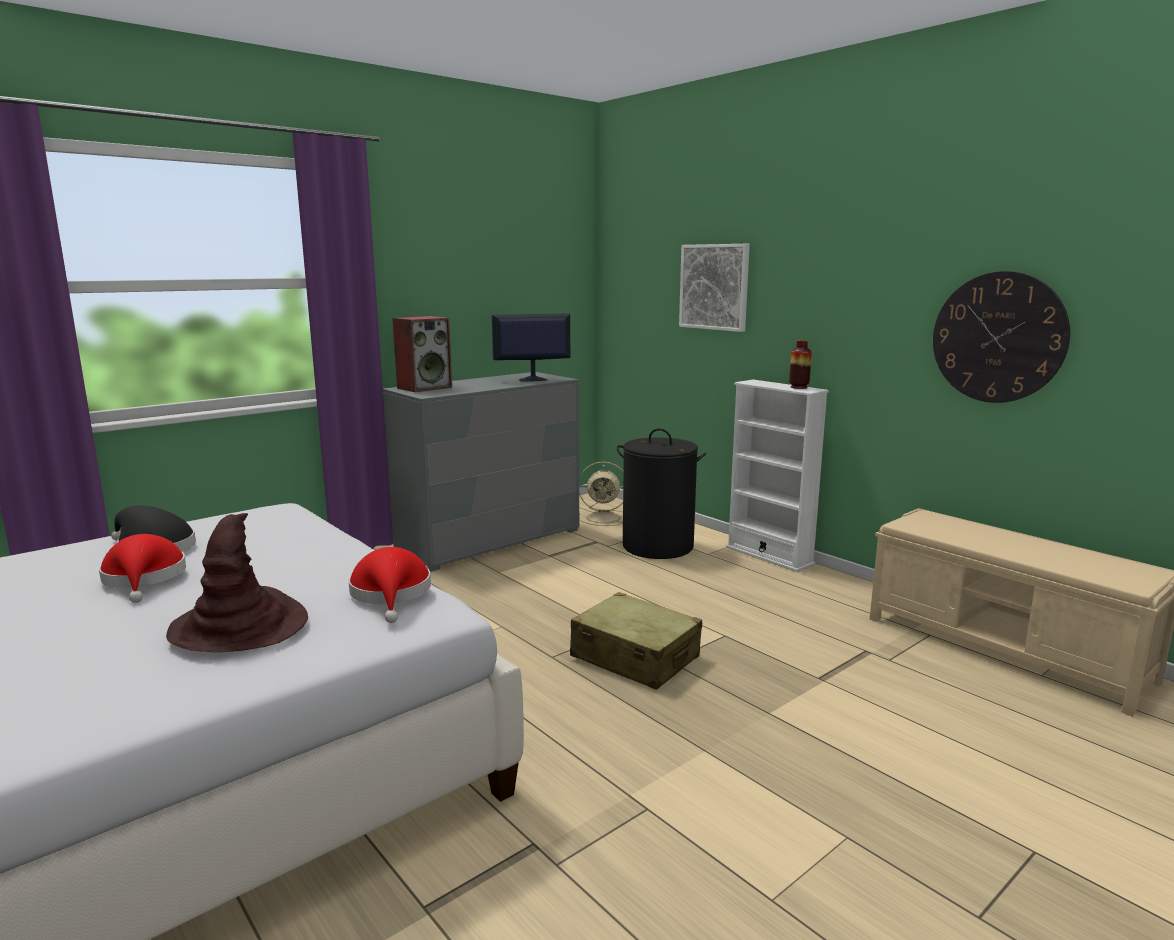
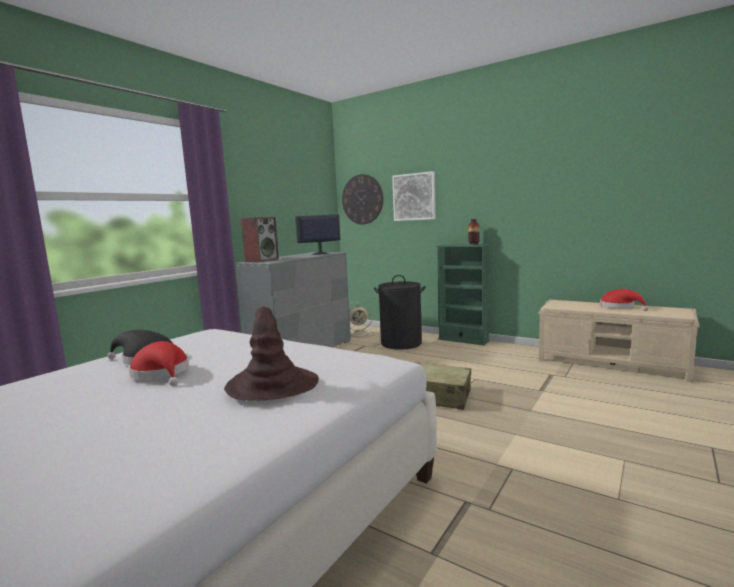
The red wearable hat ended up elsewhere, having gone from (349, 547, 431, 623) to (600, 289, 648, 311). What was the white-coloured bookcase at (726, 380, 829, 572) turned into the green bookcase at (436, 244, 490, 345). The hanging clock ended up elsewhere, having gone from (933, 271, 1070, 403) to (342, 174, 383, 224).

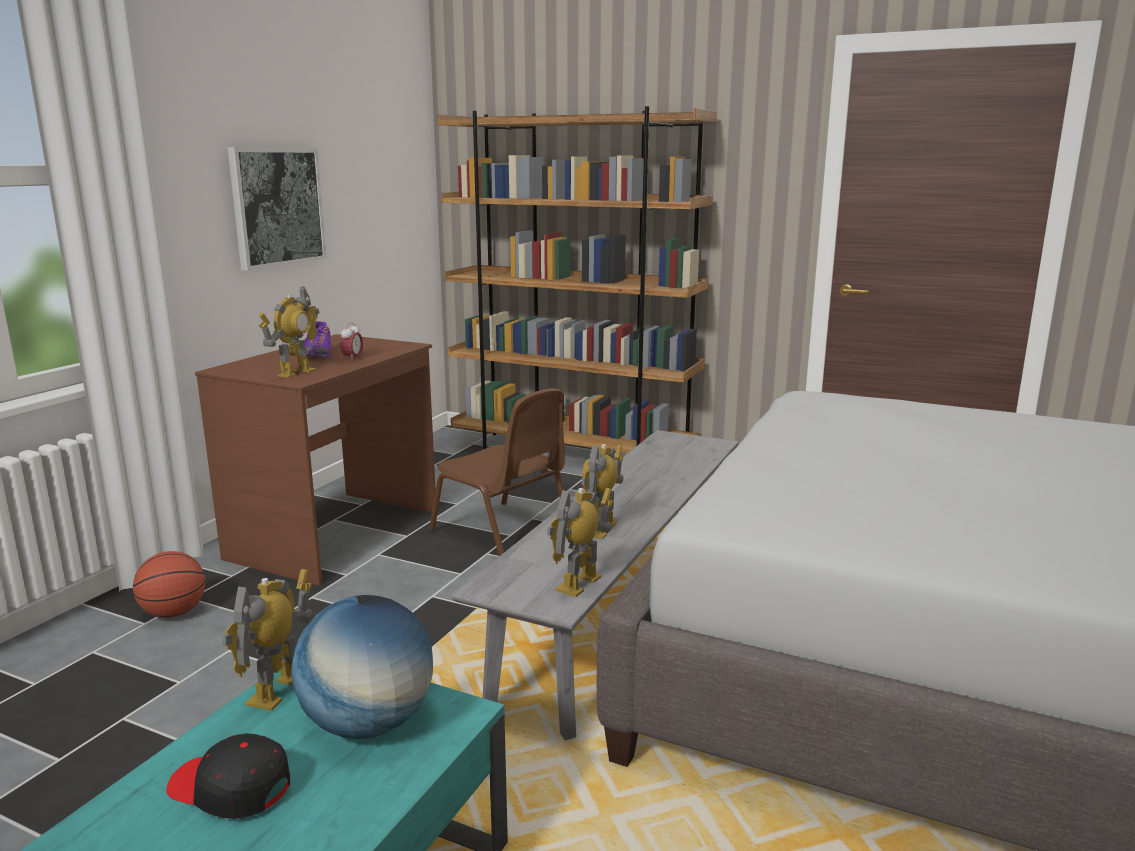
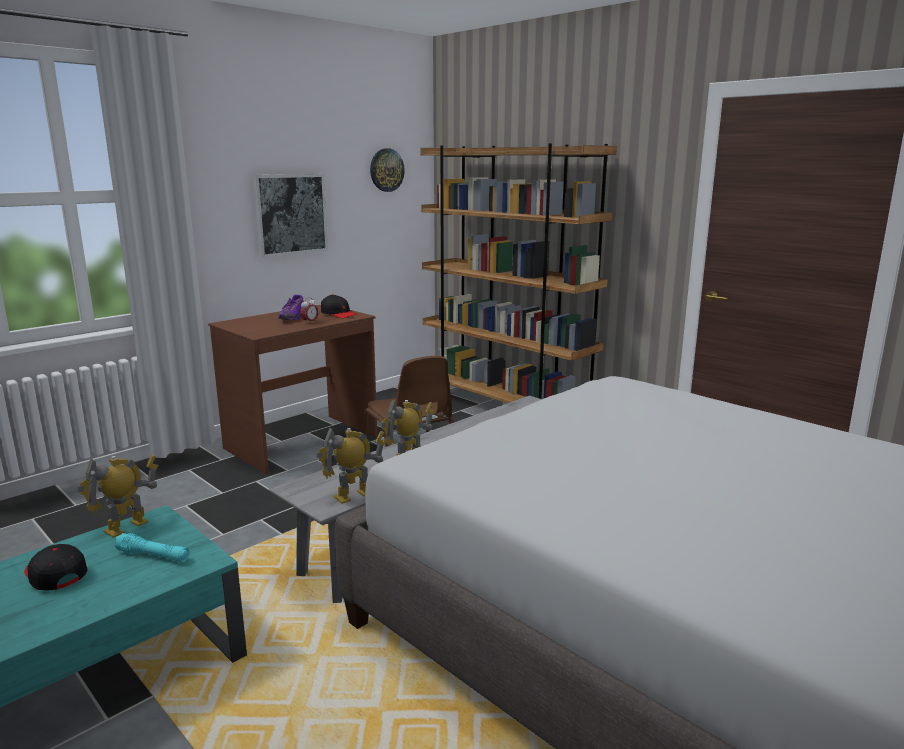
The second view lost the basketball at (133, 551, 205, 618). The second view lost the robot figure at (259, 286, 320, 378). Where the world globe stood at (291, 595, 433, 739), the turquoise-coloured flashlight came to stand at (114, 533, 189, 562). The second view gained the black cap at (321, 294, 357, 318). The second view gained the hanging clock at (370, 148, 405, 192).

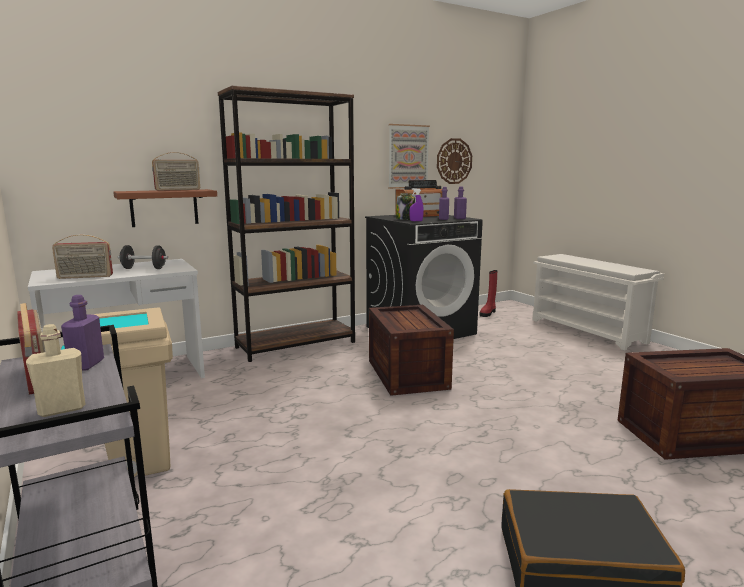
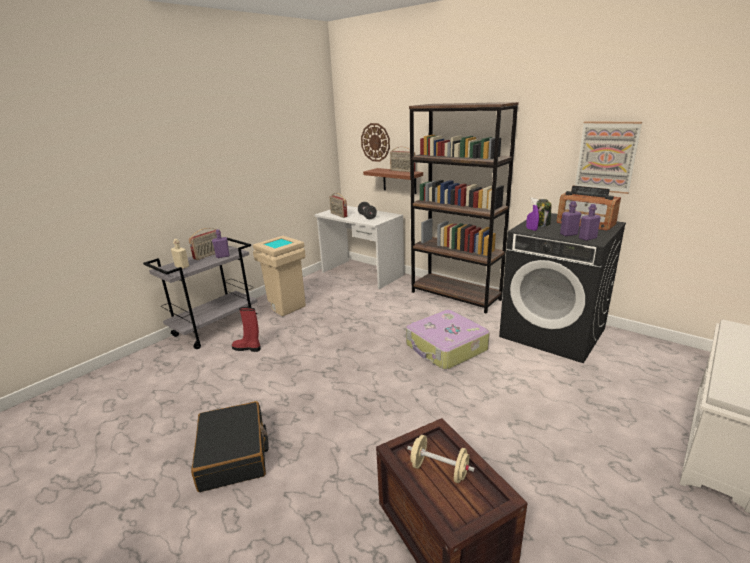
Where the packing crate stood at (369, 305, 454, 396), the piece of luggage came to stand at (406, 310, 490, 370). The hanging clock ended up elsewhere, having gone from (437, 138, 472, 184) to (361, 123, 390, 162). The red high-top boot ended up elsewhere, having gone from (480, 270, 498, 317) to (232, 307, 261, 352). The second view gained the beige-coloured dumbbell at (407, 435, 475, 484).

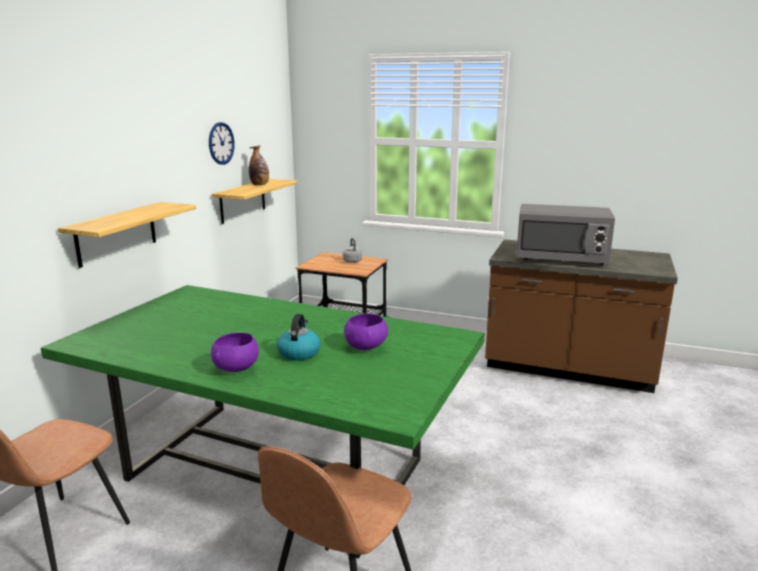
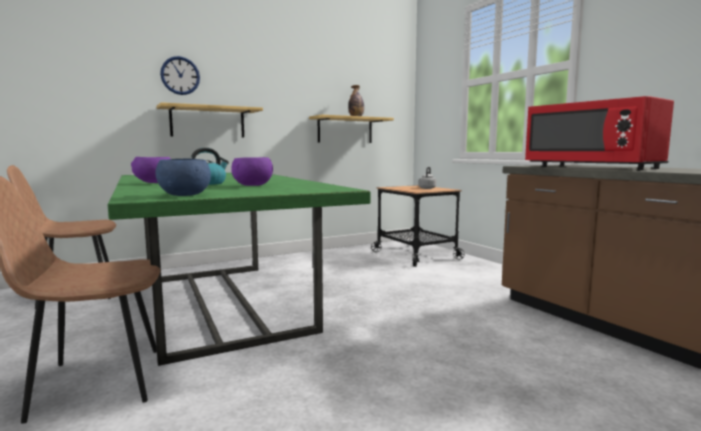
The hanging clock ended up elsewhere, having gone from (209, 122, 235, 165) to (160, 56, 200, 95). What was the grey microwave oven at (516, 204, 615, 265) turned into the red microwave oven at (525, 96, 674, 170). The second view gained the bluish deep dish at (155, 159, 211, 196).

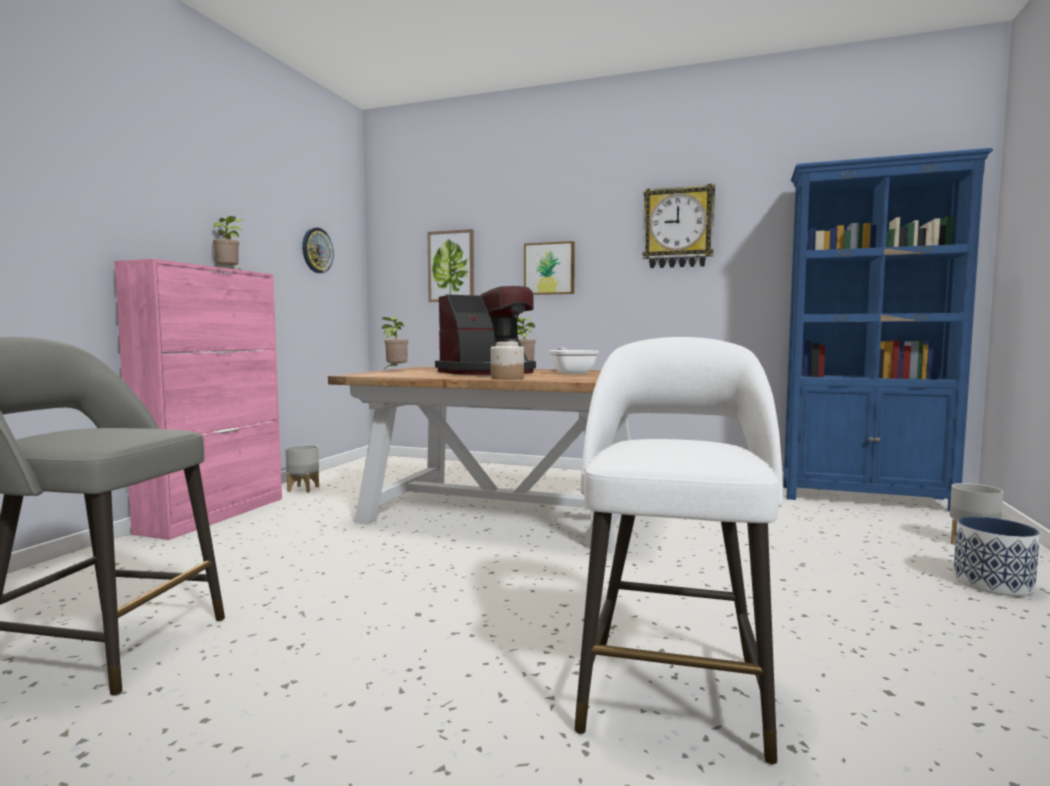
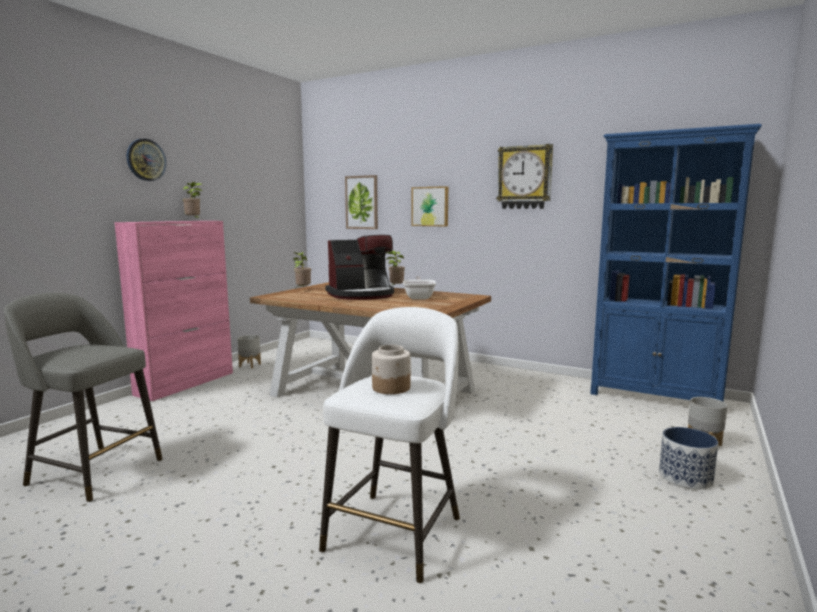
The hanging clock ended up elsewhere, having gone from (302, 228, 334, 273) to (127, 138, 166, 181). The jar ended up elsewhere, having gone from (491, 342, 524, 379) to (372, 345, 410, 394).

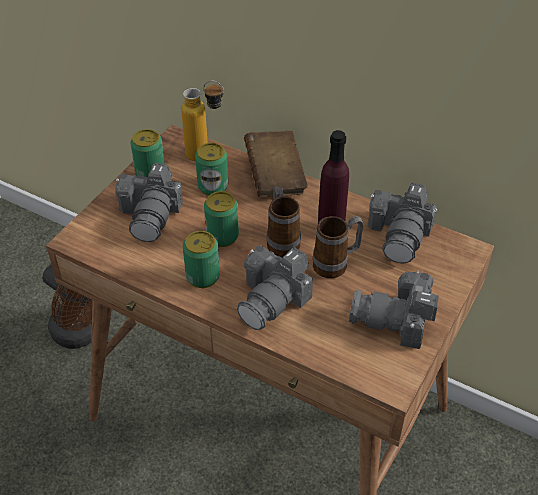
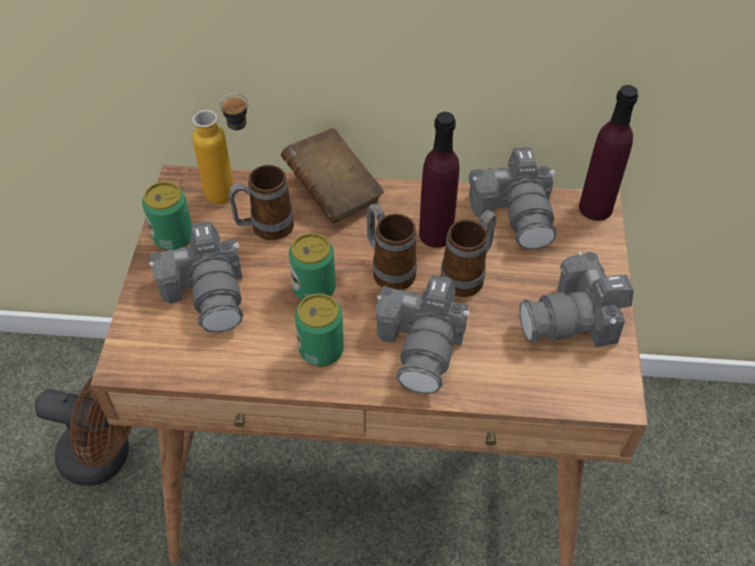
Where the sealed can stood at (195, 143, 228, 196), the tea mug came to stand at (228, 165, 294, 240). The second view gained the purplish beverage bottle at (579, 85, 638, 221).

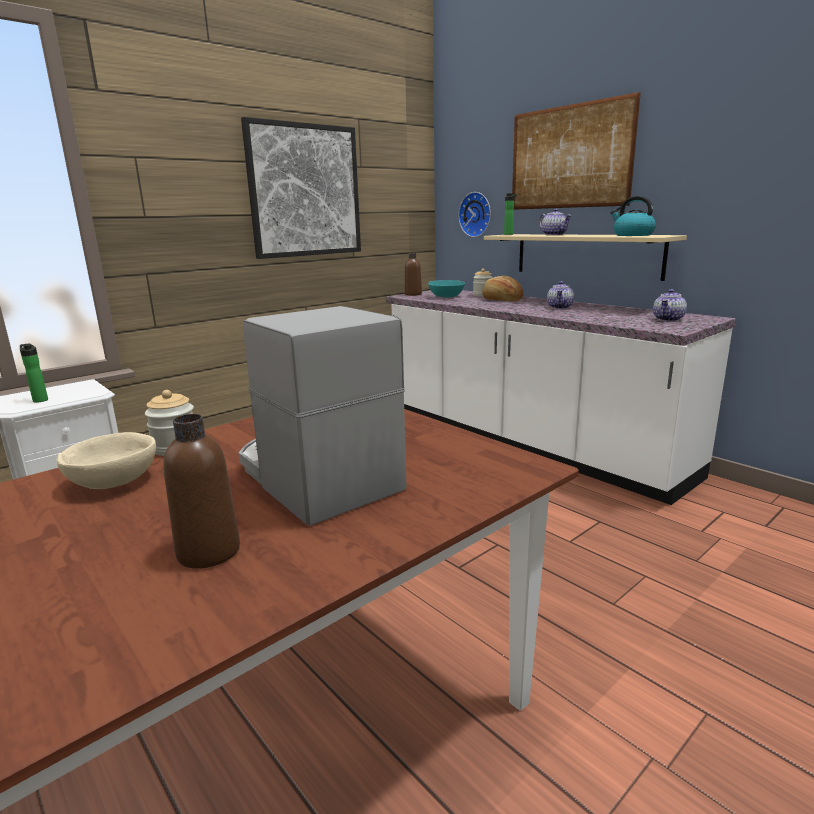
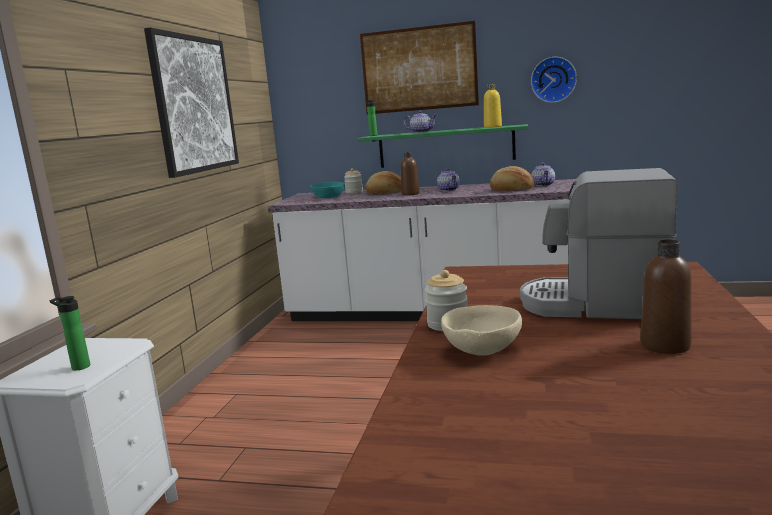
The brown beverage bottle ended up elsewhere, having gone from (405, 253, 422, 296) to (401, 152, 419, 196). The hanging clock ended up elsewhere, having gone from (458, 192, 491, 237) to (531, 57, 577, 103). What was the beige-coloured shelf at (484, 234, 687, 281) turned into the green shelf at (357, 124, 528, 168). Where the tea kettle stood at (610, 196, 656, 236), the yellow beverage bottle came to stand at (484, 84, 502, 128). The second view gained the bakery bread at (490, 166, 534, 191).

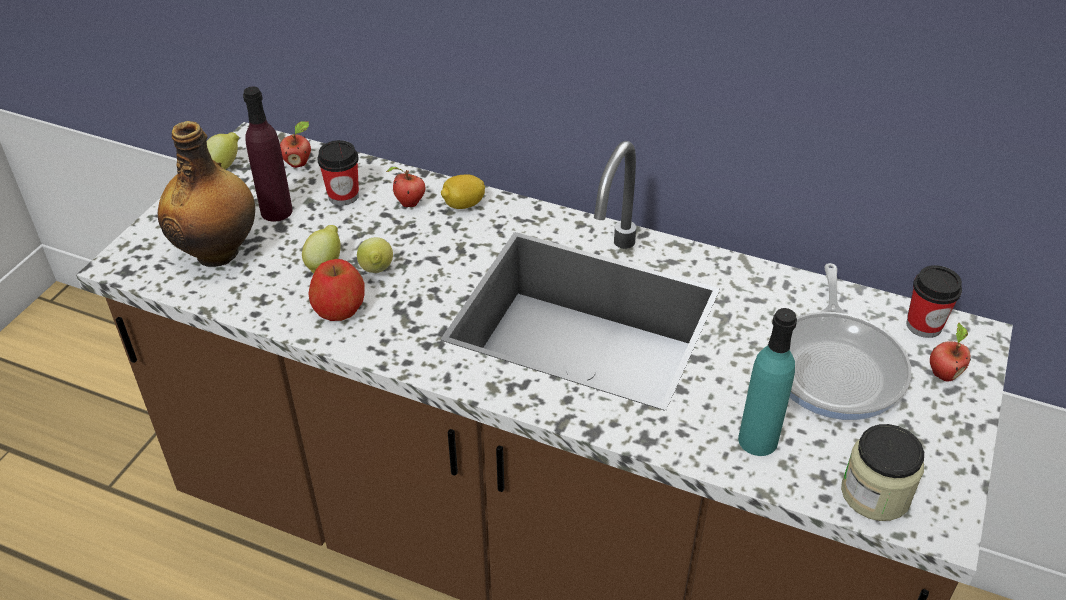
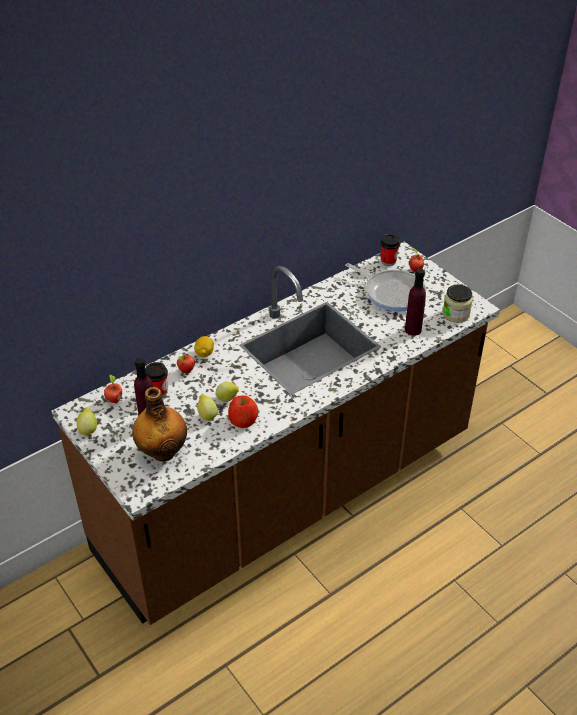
What was the turquoise-coloured beverage bottle at (738, 308, 797, 456) turned into the purplish beverage bottle at (405, 269, 426, 336).

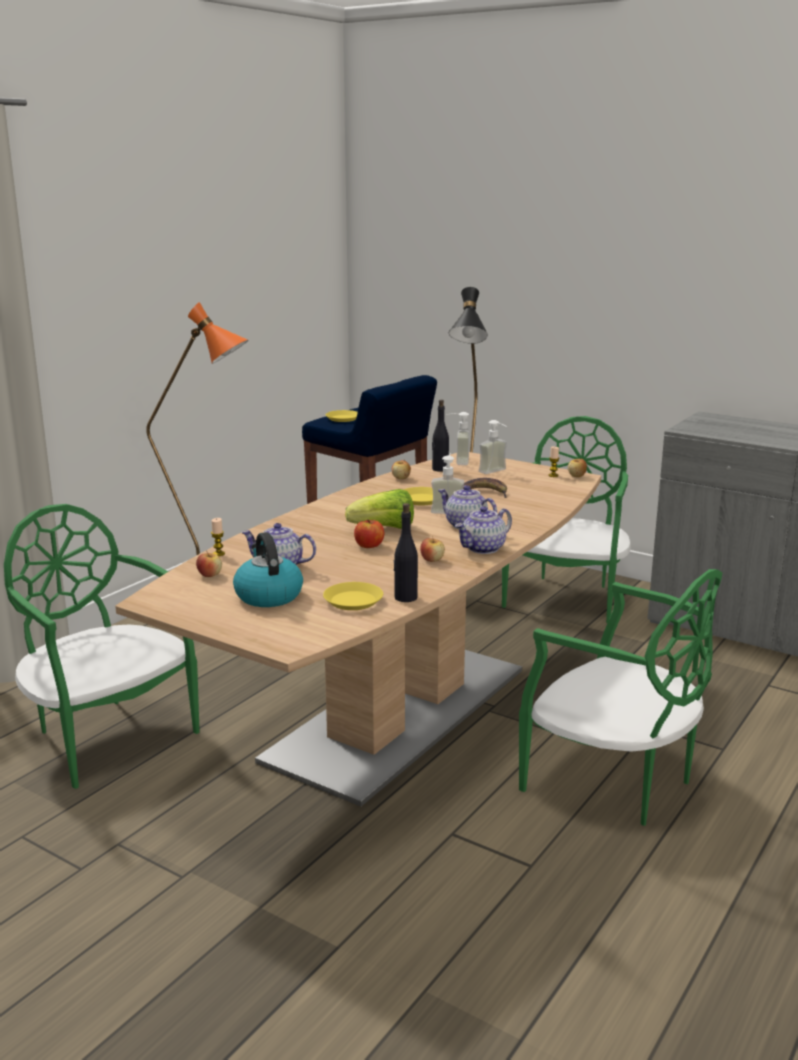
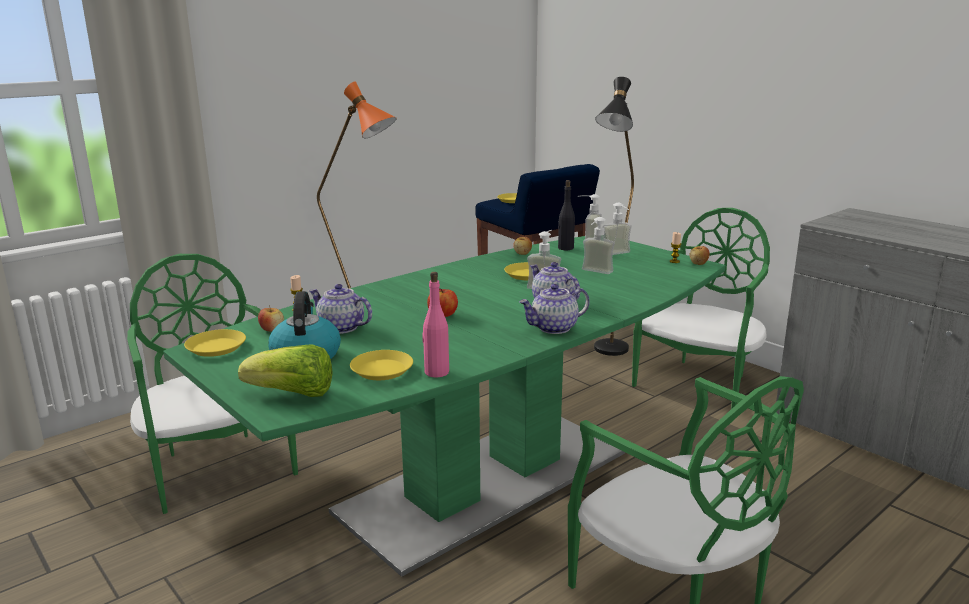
What was the brown kitchen table at (115, 452, 601, 807) turned into the green kitchen table at (163, 236, 725, 577). The lettuce ended up elsewhere, having gone from (345, 489, 414, 529) to (238, 345, 333, 397). What was the black beverage bottle at (394, 503, 418, 602) turned into the pinkish beverage bottle at (422, 272, 449, 378). The second view lost the apple fruit at (420, 536, 445, 562). Where the whole banana stood at (463, 478, 507, 498), the soap bottle came to stand at (582, 217, 615, 274). The second view gained the yellow plate at (184, 329, 246, 357).

